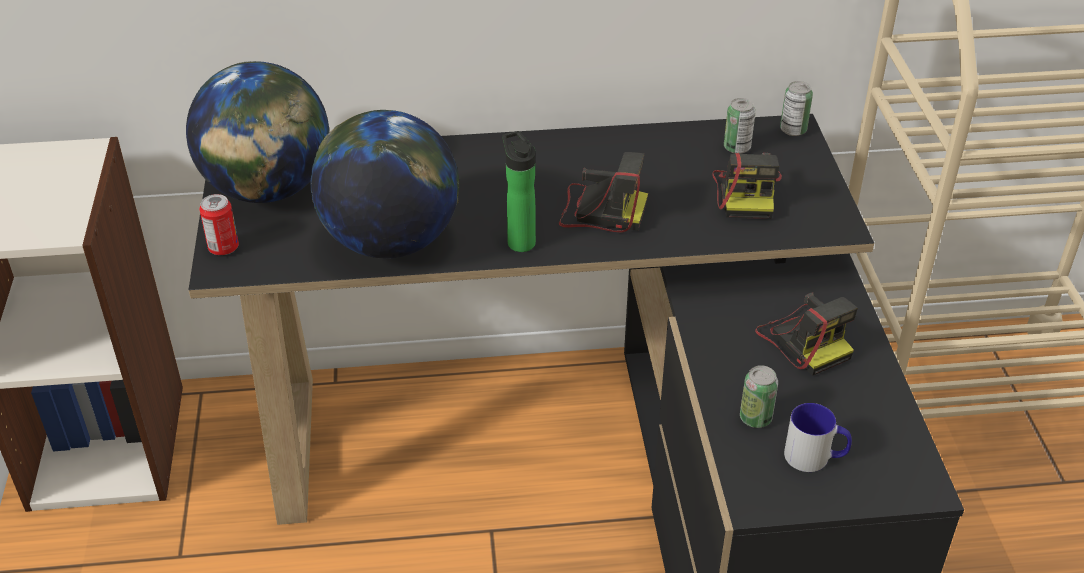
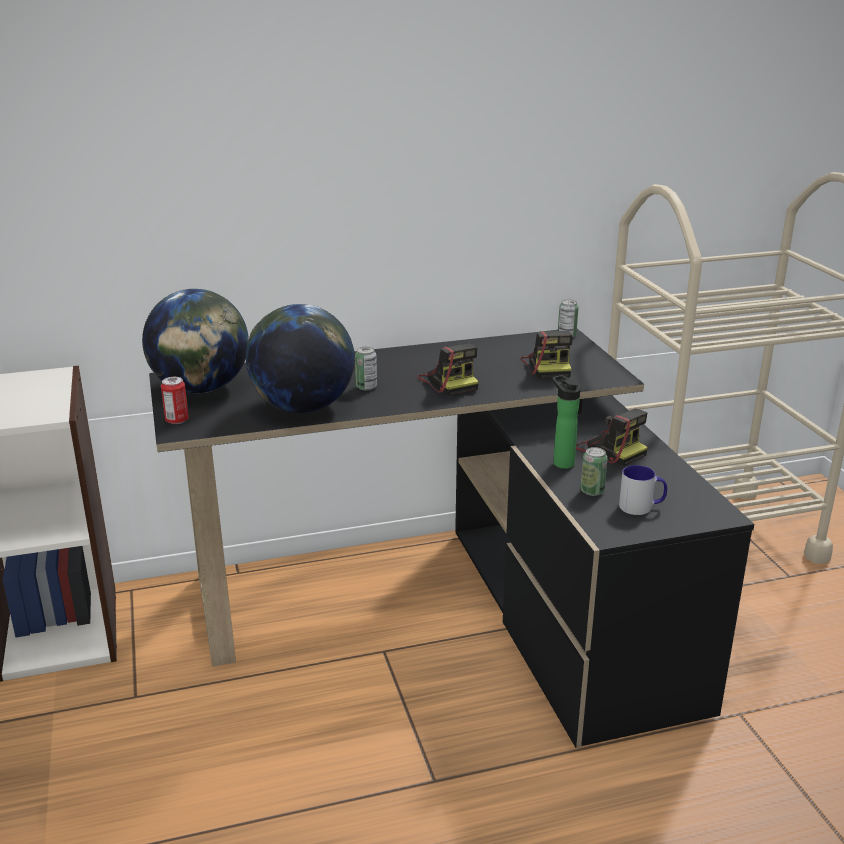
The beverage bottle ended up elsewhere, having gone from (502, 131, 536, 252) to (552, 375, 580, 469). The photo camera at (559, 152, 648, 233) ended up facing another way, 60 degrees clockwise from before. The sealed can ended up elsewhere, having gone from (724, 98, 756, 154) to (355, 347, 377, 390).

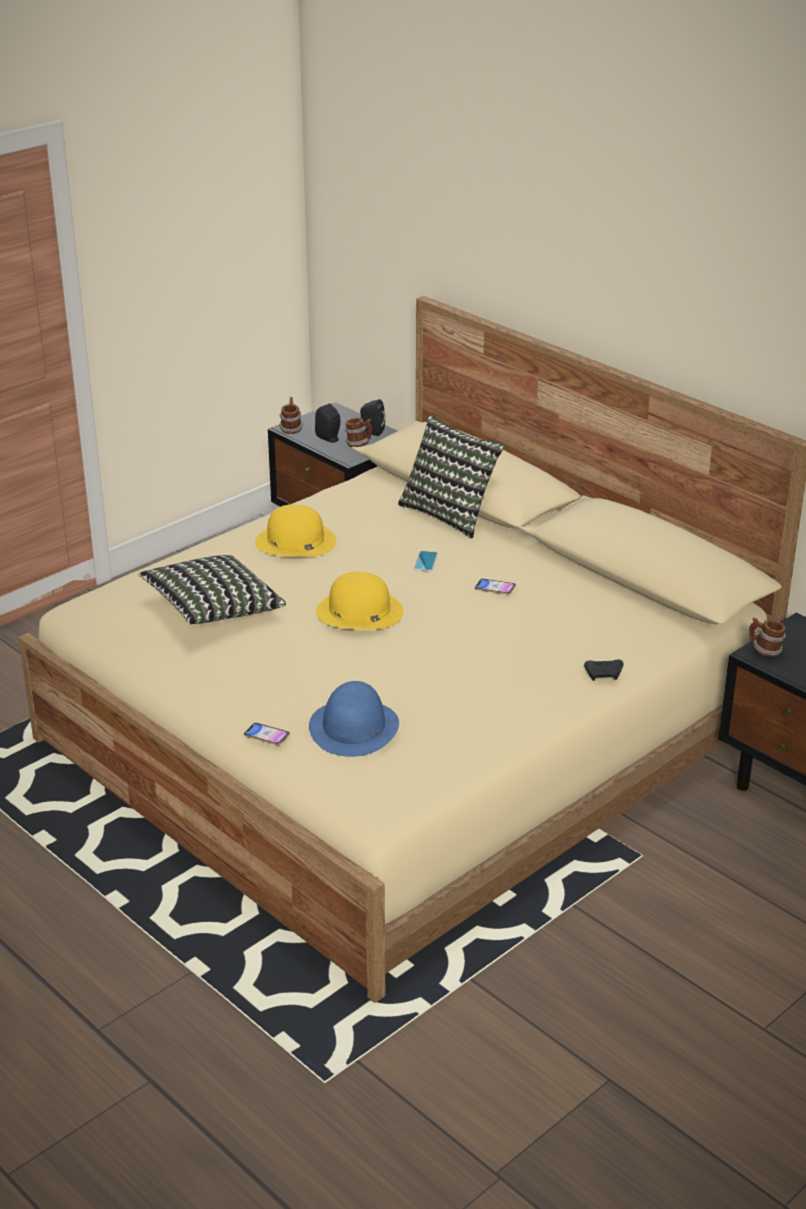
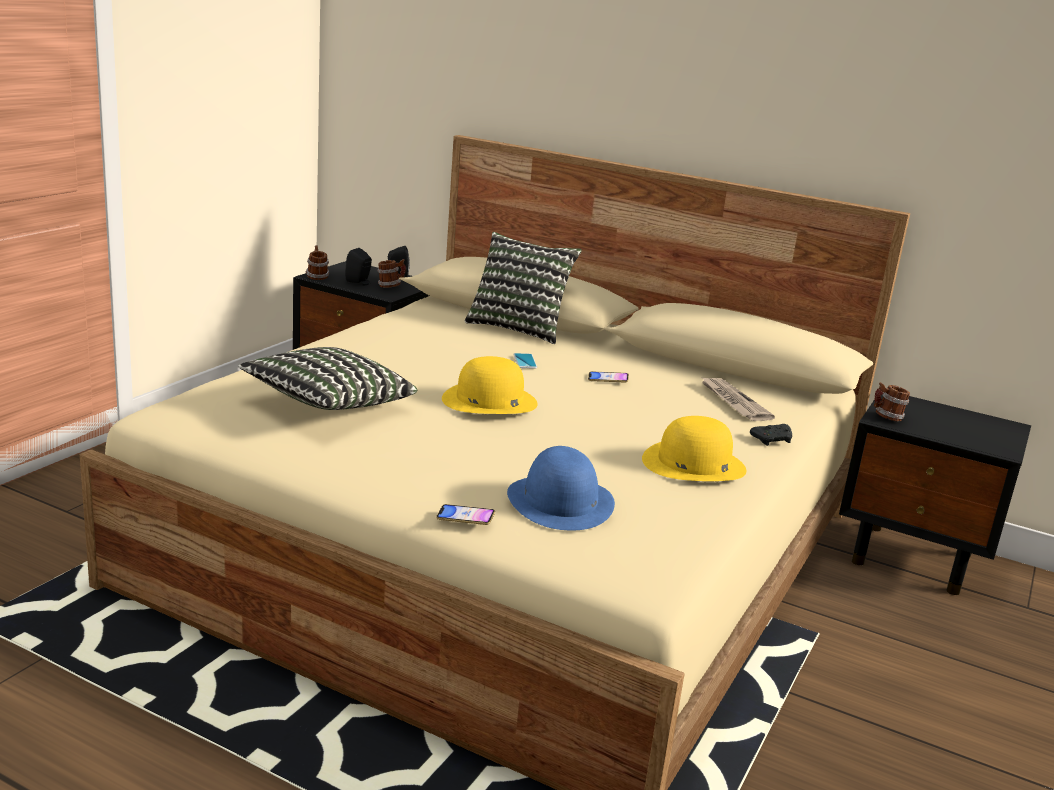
The yellow wearable hat ended up elsewhere, having gone from (255, 504, 337, 557) to (642, 416, 746, 481). The second view gained the daily paper at (702, 378, 775, 421).

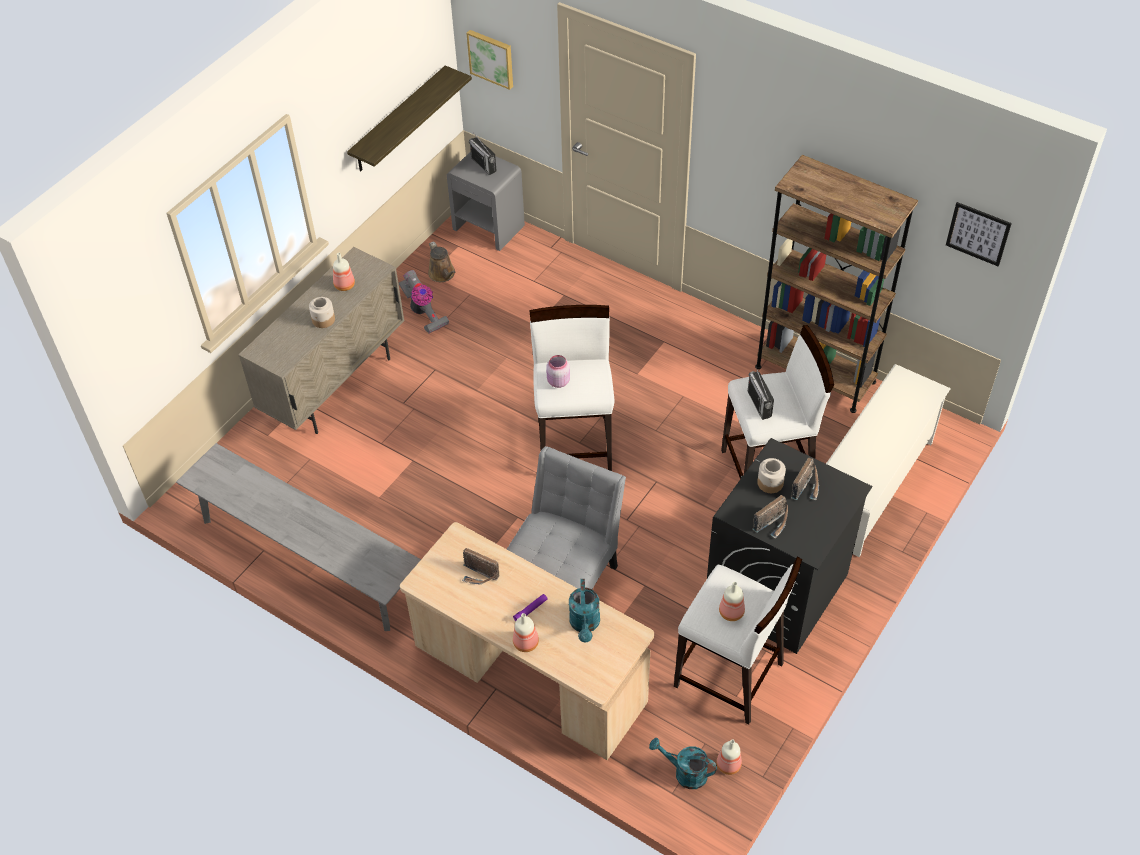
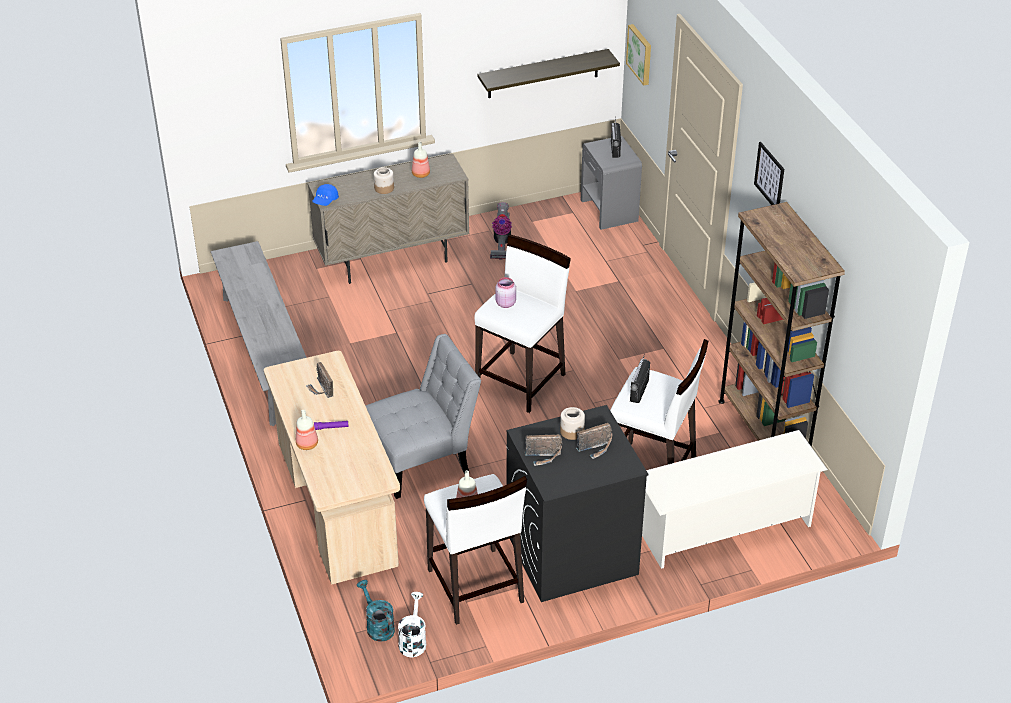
The second view lost the brown watering can at (428, 241, 456, 282). The second view lost the turquoise-coloured watering can at (569, 579, 600, 643). Where the beverage bottle stood at (717, 739, 742, 775), the white-coloured watering can came to stand at (398, 592, 426, 657). The wall art ended up elsewhere, having gone from (946, 202, 1012, 266) to (754, 142, 784, 205). The second view gained the bluish cap at (312, 184, 339, 206).

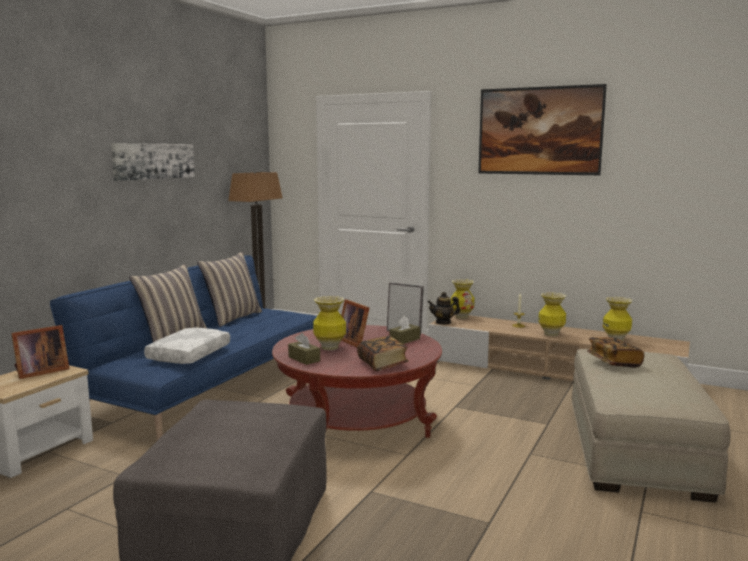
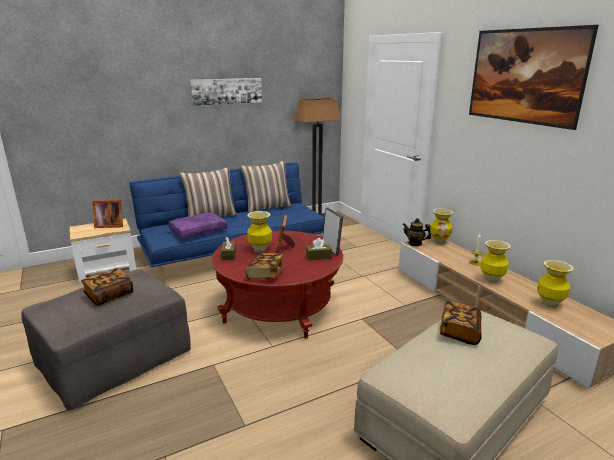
What was the white-coloured throw pillow at (144, 327, 230, 364) turned into the purplish throw pillow at (168, 212, 228, 239). The second view gained the volume at (81, 268, 133, 306).

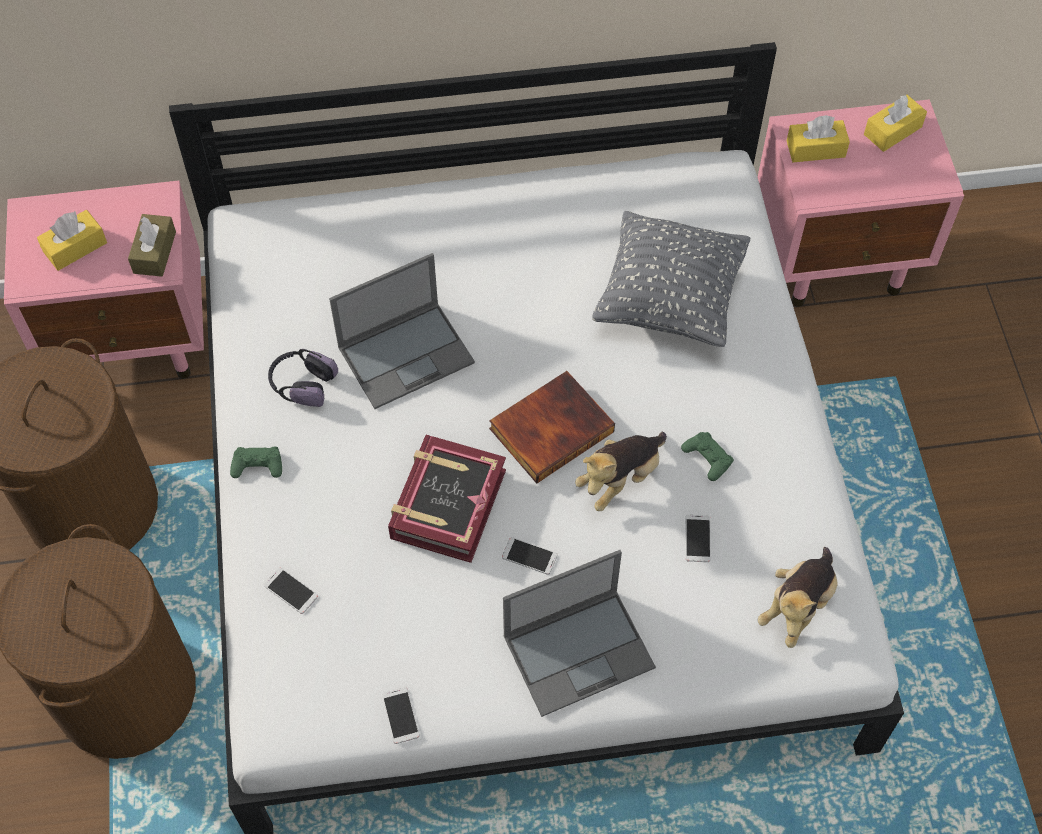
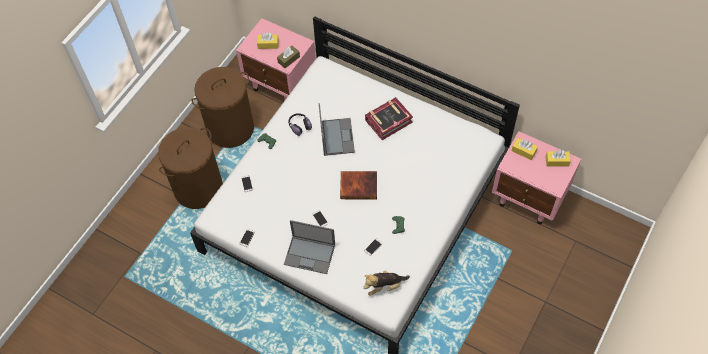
The portable computer at (329, 253, 475, 409) ended up facing another way, 105 degrees counterclockwise from before. The volume ended up elsewhere, having gone from (388, 435, 506, 563) to (365, 97, 413, 140). The second view lost the plush toy at (575, 432, 667, 511). The second view lost the grey throw pillow at (592, 211, 750, 347).

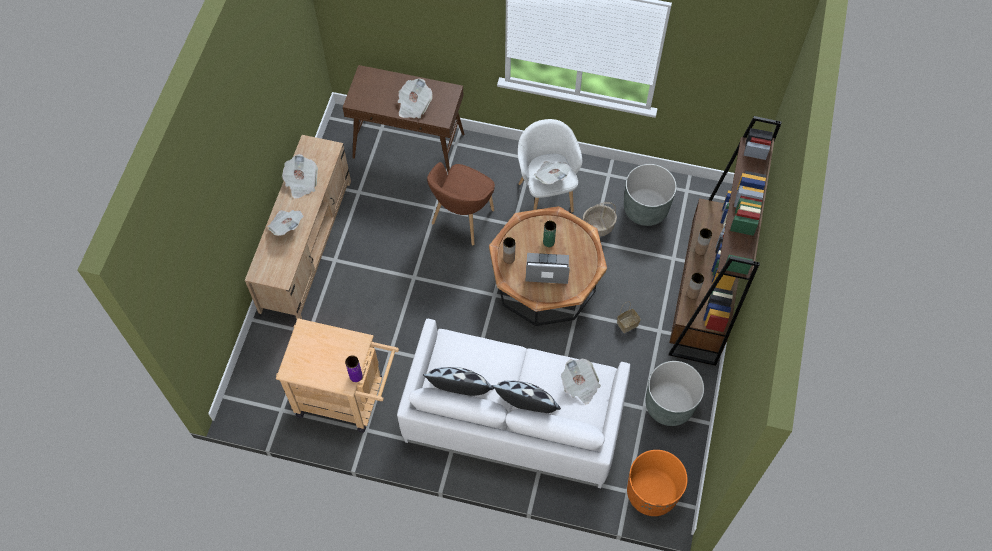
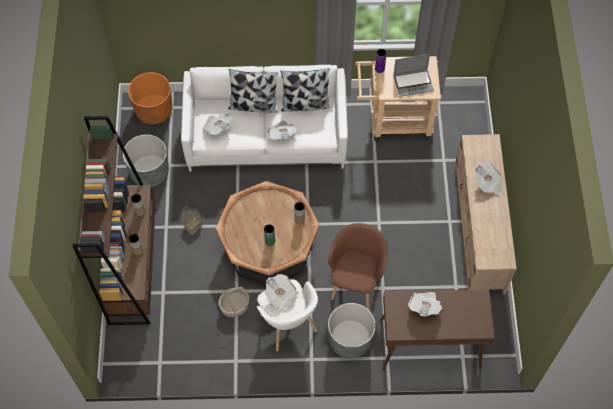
The daily paper ended up elsewhere, having gone from (282, 154, 318, 199) to (268, 120, 297, 140). The portable computer ended up elsewhere, having gone from (526, 253, 570, 284) to (393, 54, 434, 97). The grey flower pot ended up elsewhere, having gone from (624, 164, 677, 226) to (328, 303, 376, 358).

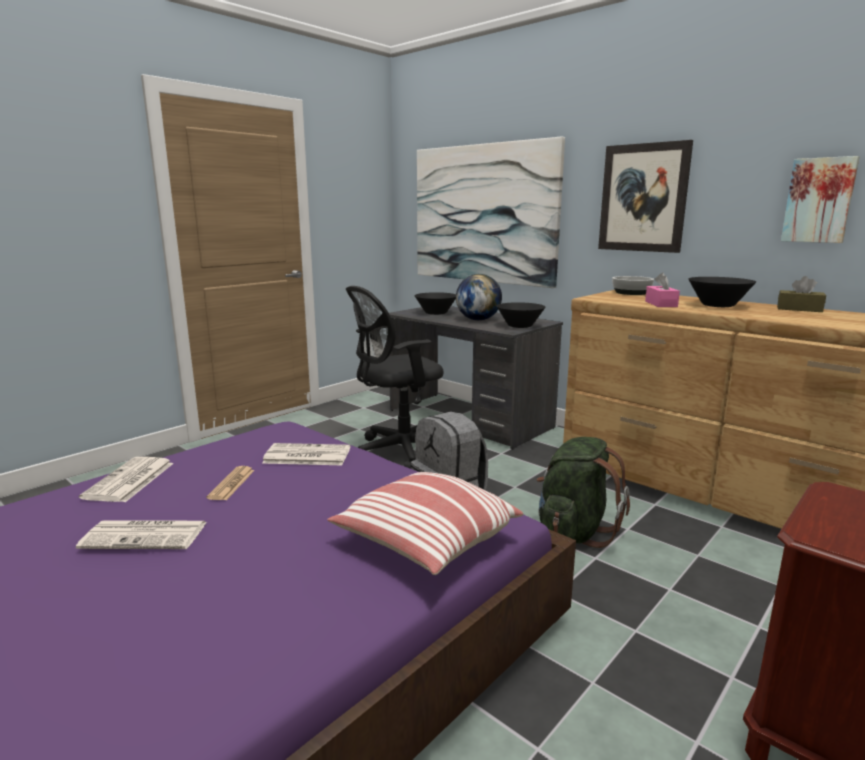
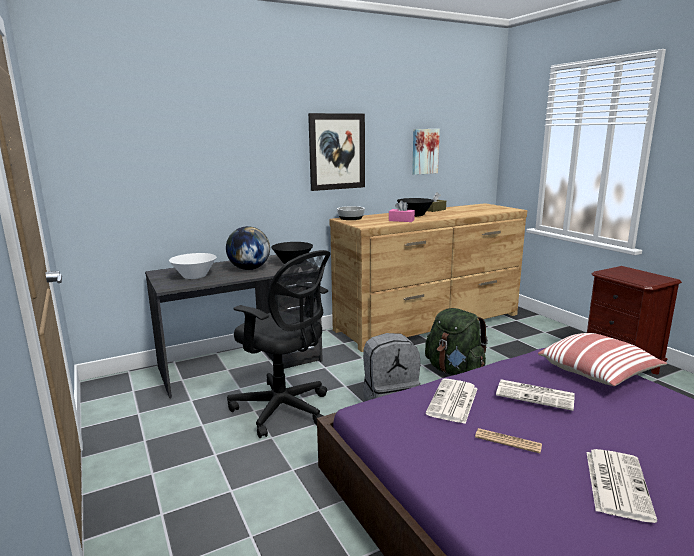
The daily paper ended up elsewhere, having gone from (79, 457, 174, 502) to (496, 379, 575, 411). The black office chair at (346, 286, 443, 469) ended up facing another way, 45 degrees counterclockwise from before. What was the black deep dish at (414, 292, 456, 315) turned into the white-coloured deep dish at (169, 253, 216, 279). The second view lost the wall art at (417, 137, 565, 288).

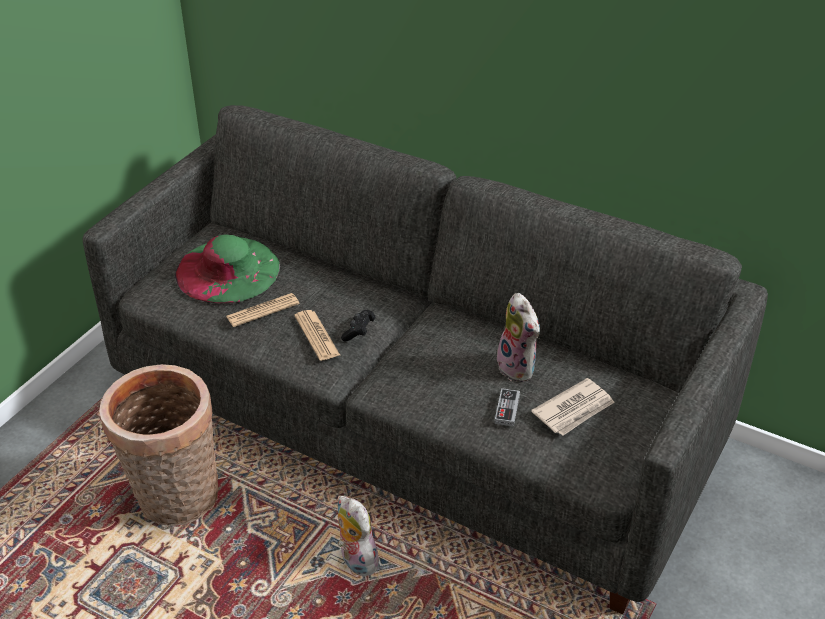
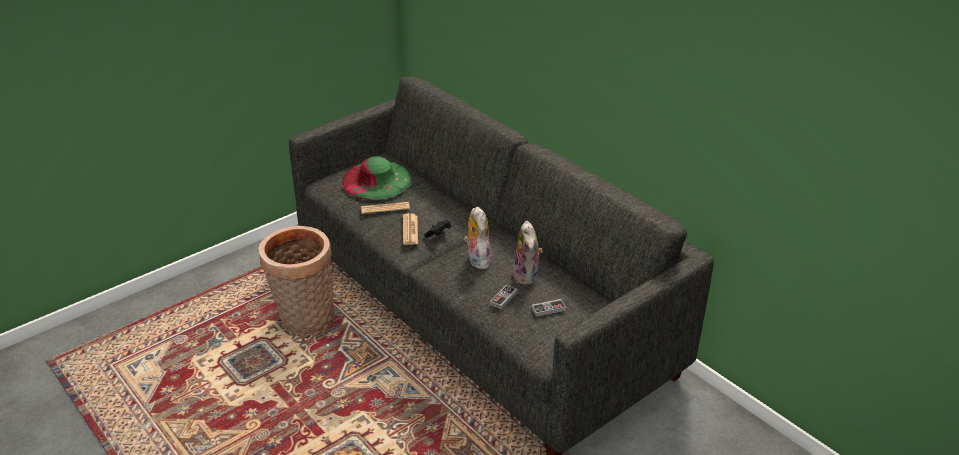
The plush toy ended up elsewhere, having gone from (337, 496, 382, 576) to (464, 206, 492, 269). Where the daily paper stood at (531, 378, 615, 436), the game controller came to stand at (532, 299, 566, 317).

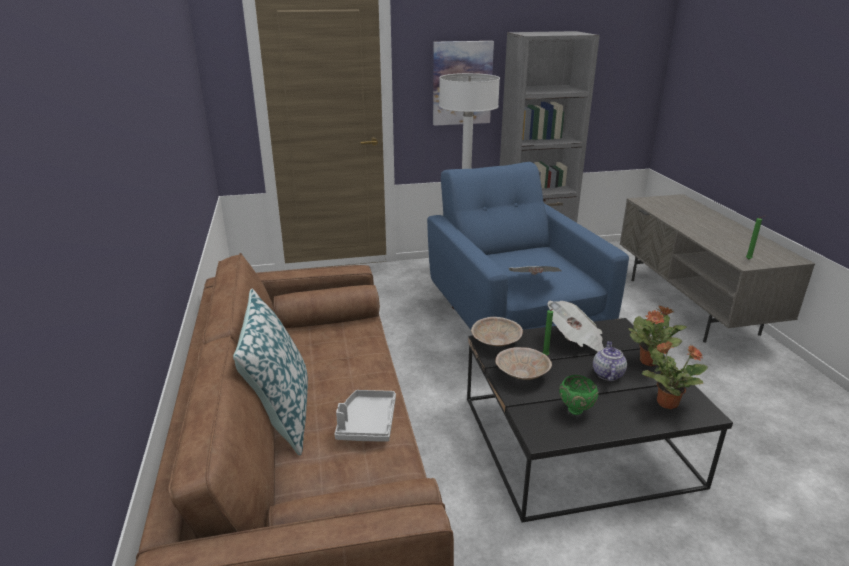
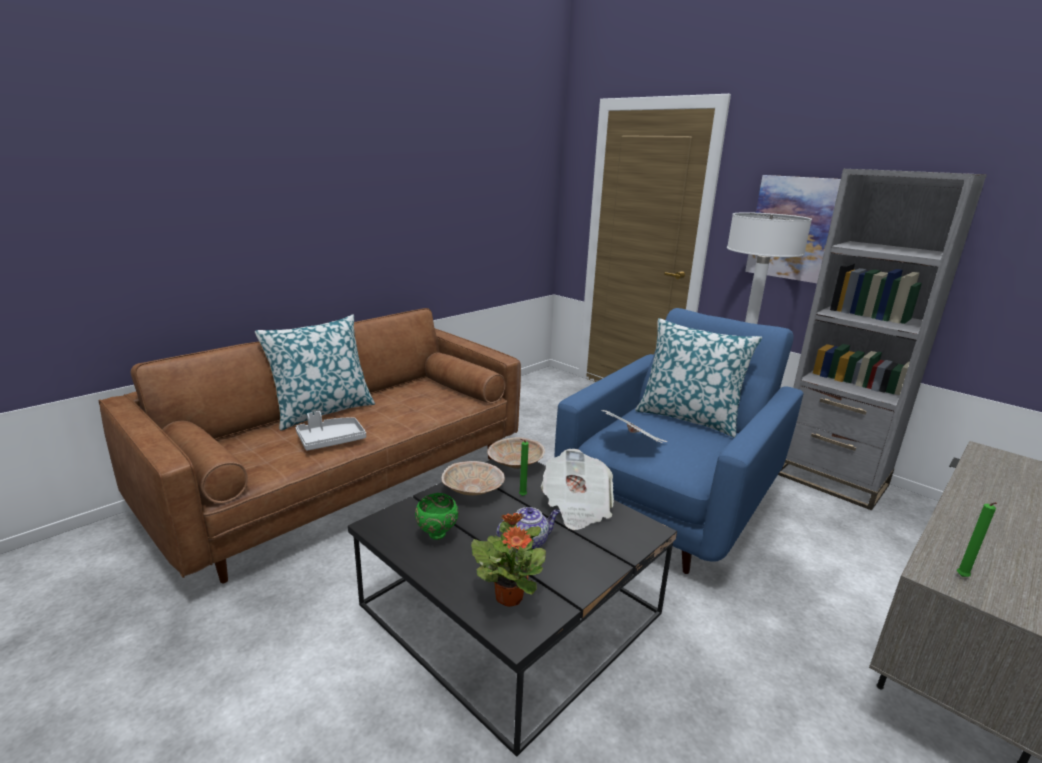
The second view lost the plant in a pot at (629, 305, 686, 366). The second view gained the throw pillow at (635, 318, 762, 438).

